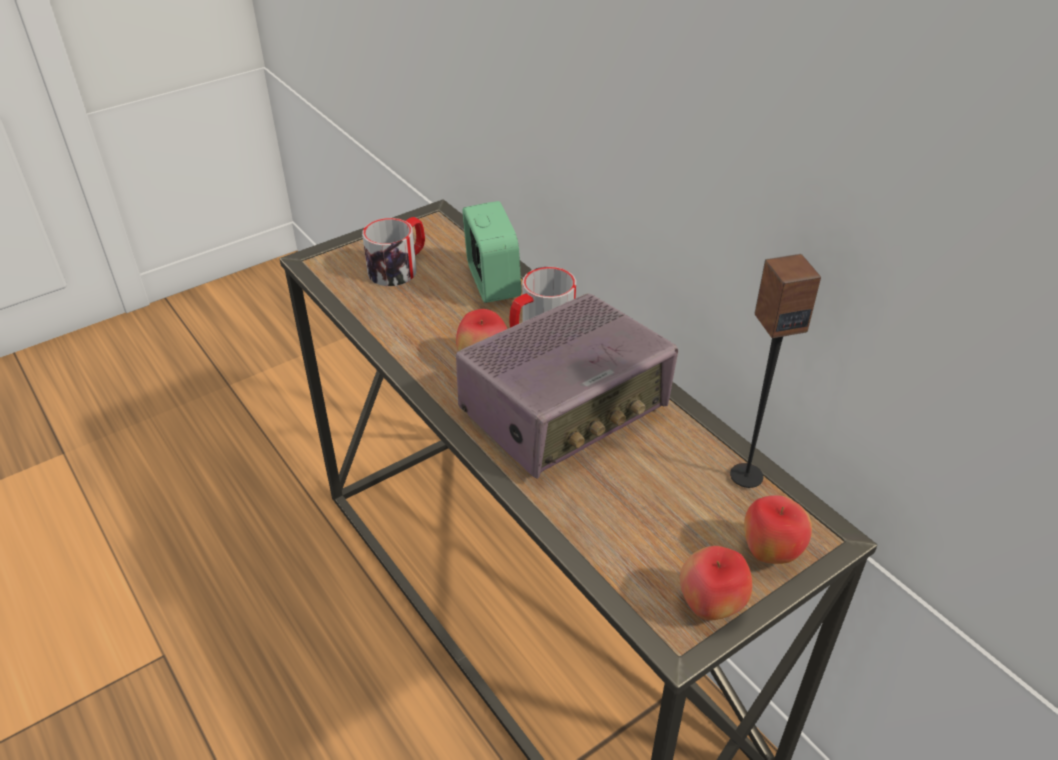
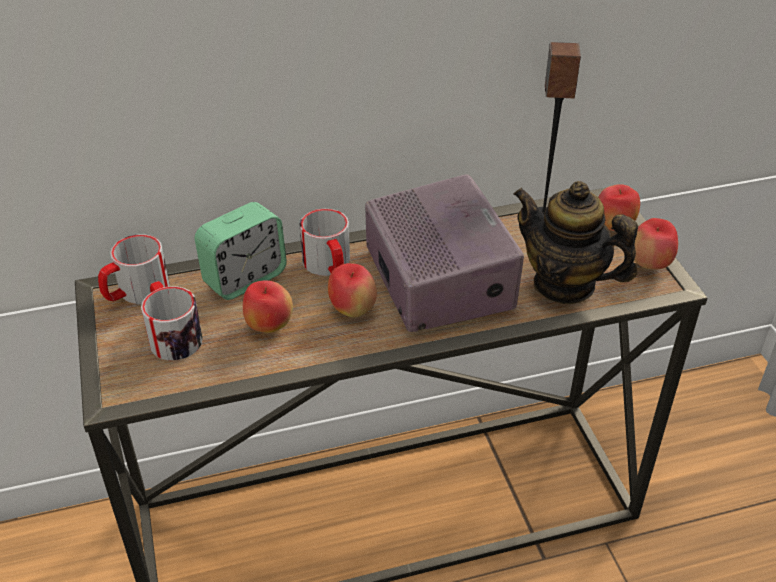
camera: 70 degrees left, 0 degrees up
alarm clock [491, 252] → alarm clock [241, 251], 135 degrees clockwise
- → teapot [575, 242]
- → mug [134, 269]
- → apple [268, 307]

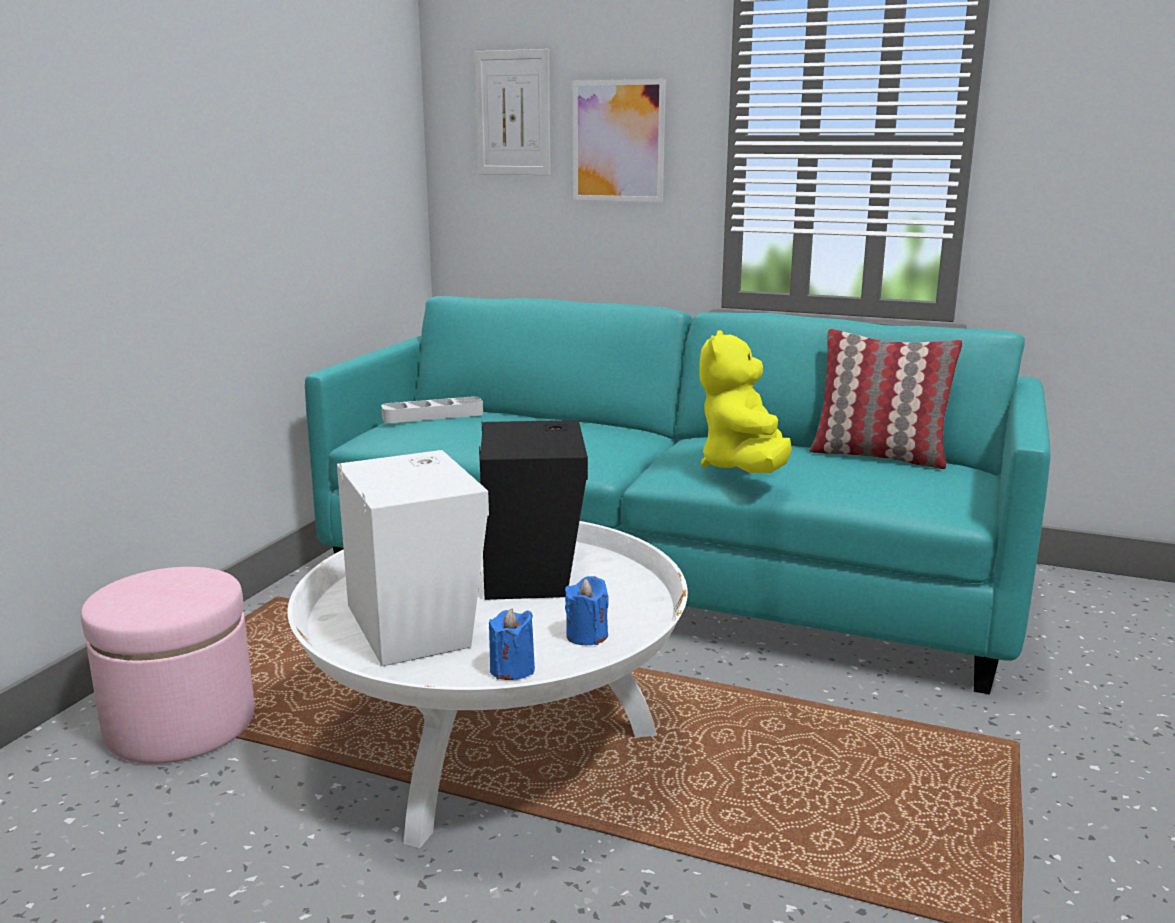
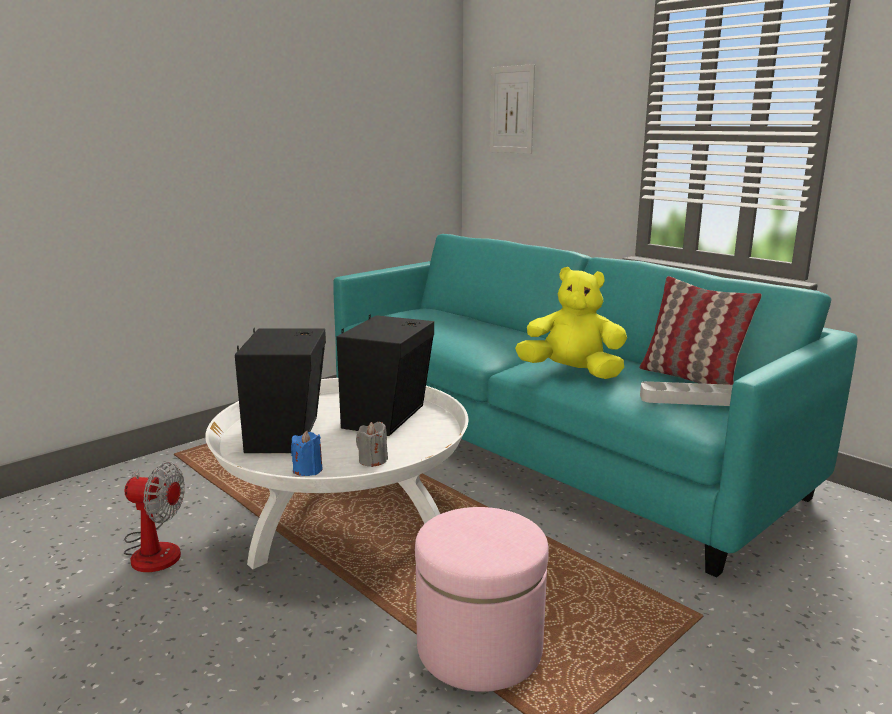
camera: 25 degrees right, 0 degrees up
picture [619, 140] → -
plush toy in yellow [746, 402] → plush toy in yellow [571, 323], 75 degrees clockwise
tray in grey [432, 410] → tray in grey [686, 393], moved
speaker in white [413, 558] → speaker in black [280, 390]
ottoman in pink [168, 665] → ottoman in pink [482, 599], moved
candle in blue [587, 610] → candle in grey [372, 444]
- → fan [154, 517]

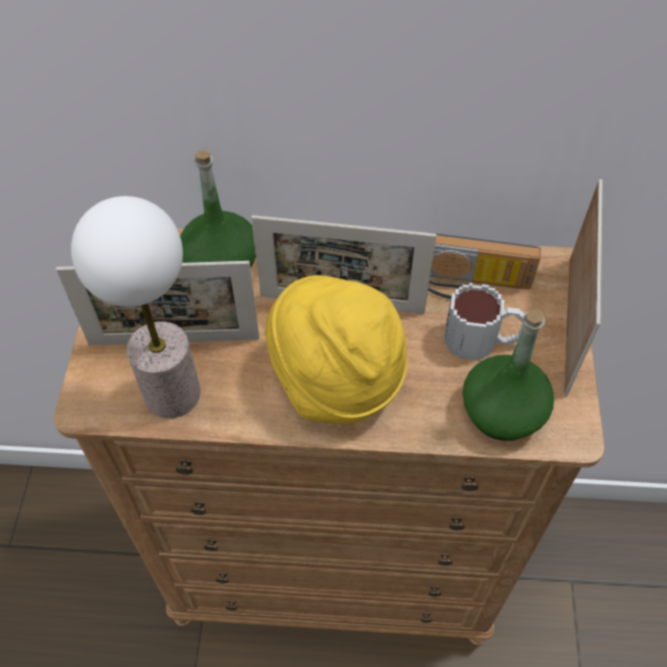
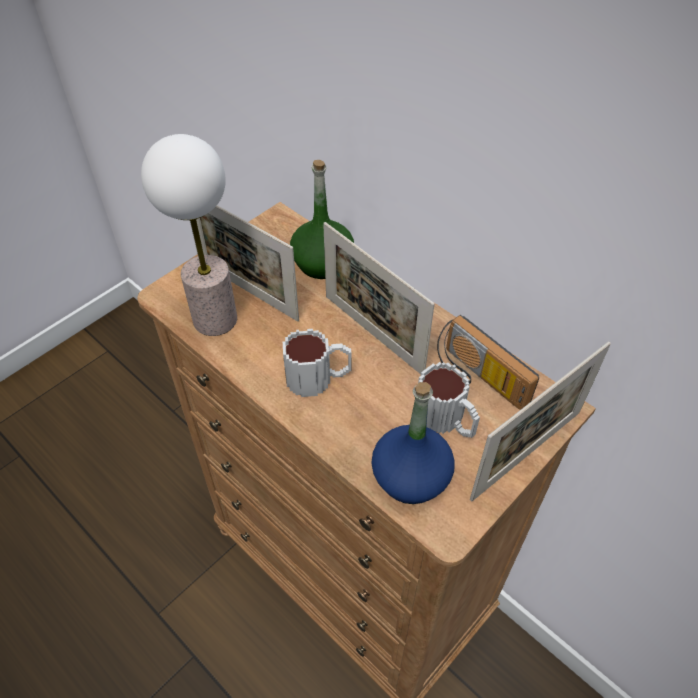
camera: 40 degrees right, 5 degrees down
hat in yellow [336, 349] → mug [317, 363]
bottle in green [508, 375] → bottle in blue [413, 443]

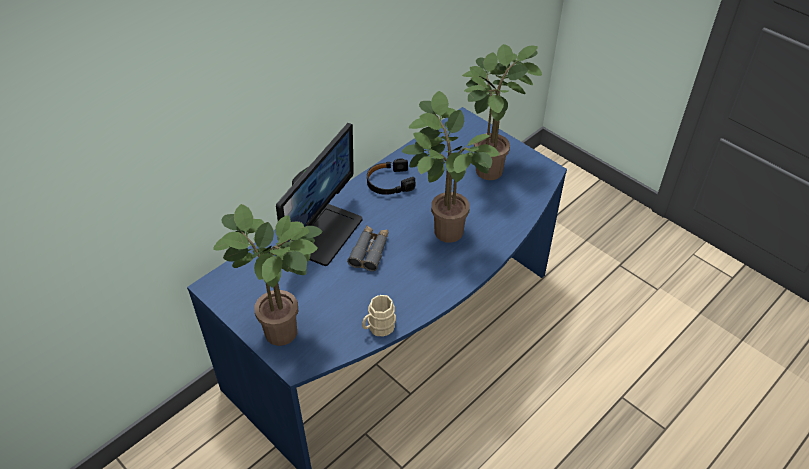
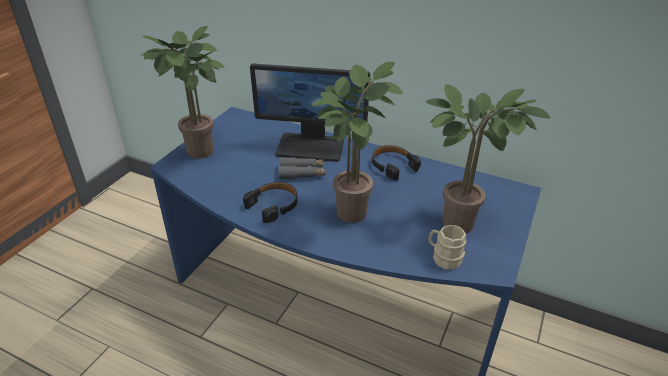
camera: 70 degrees right, 10 degrees down
mug in beige [379, 315] → mug in beige [447, 247], moved
- → headphones in black [270, 202]

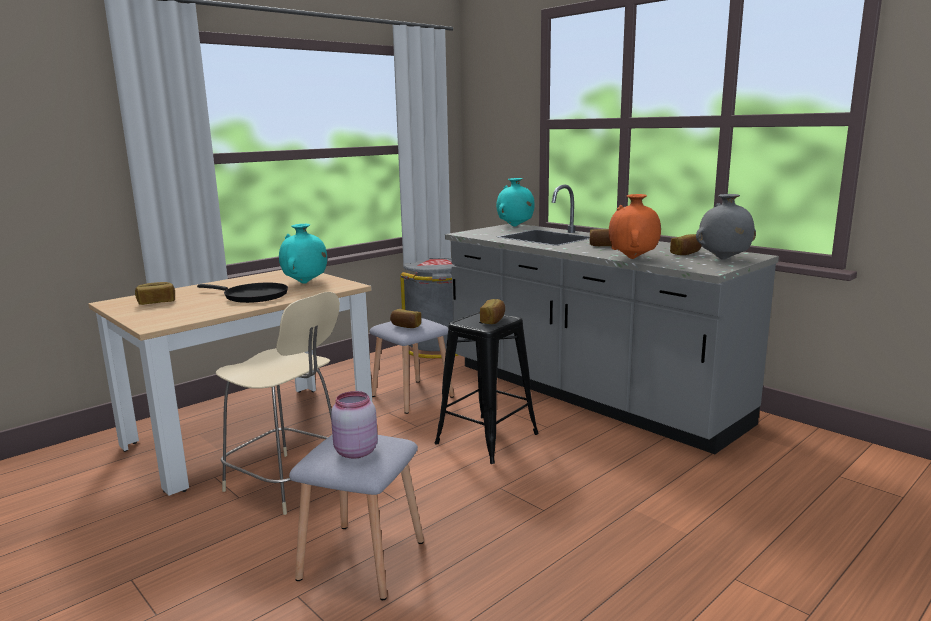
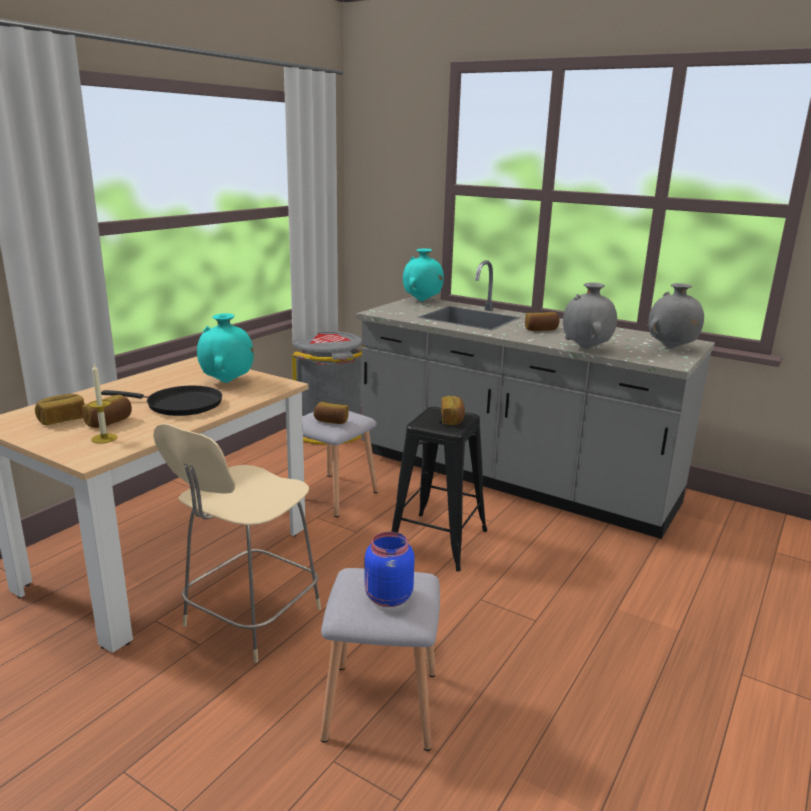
camera: 15 degrees left, 5 degrees up
vase in orange [635, 226] → vase in grey [590, 316]
bread [686, 244] → bread [107, 411], moved
chair in beige [278, 403] → chair in beige [237, 543], 105 degrees clockwise
jar in pink [354, 424] → jar in blue [389, 569]
- → candle [102, 404]

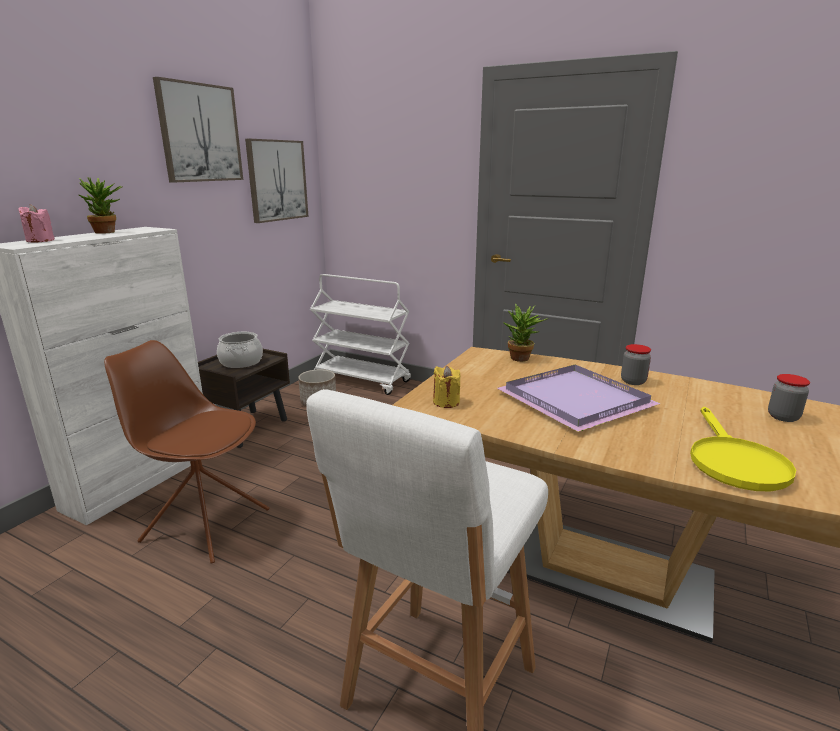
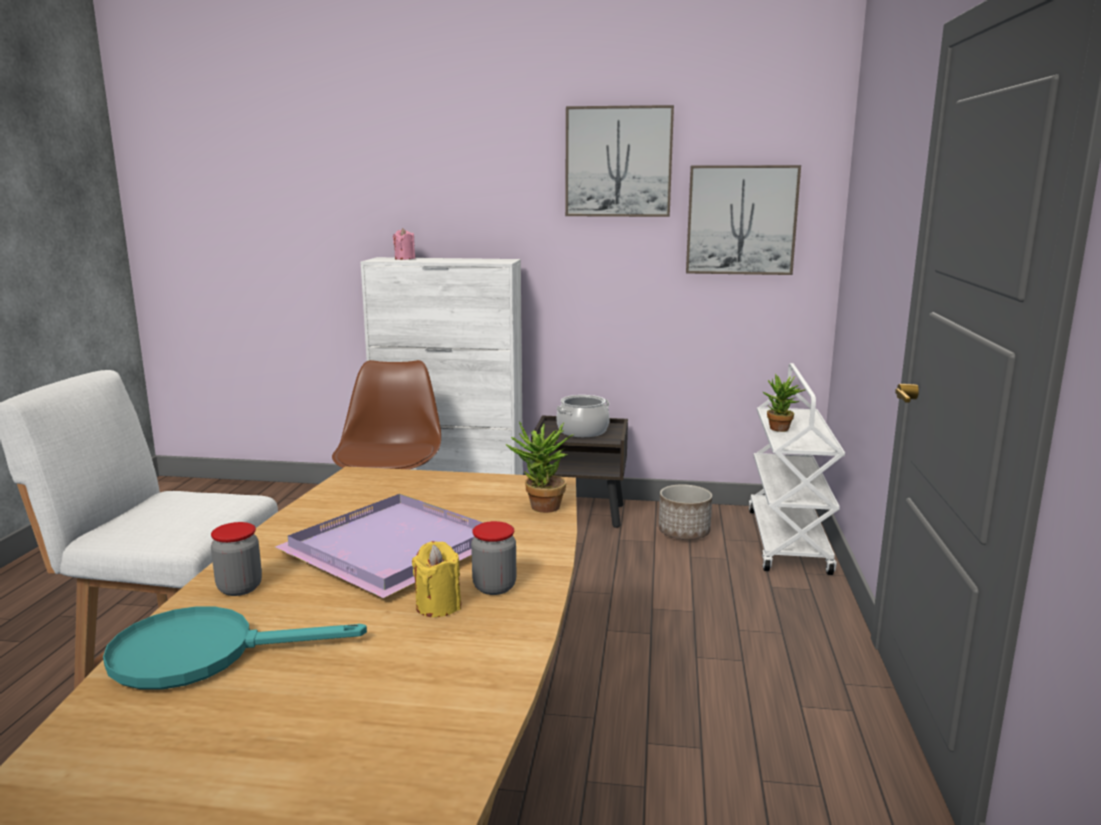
camera: 70 degrees right, 5 degrees down
potted plant [100, 205] → potted plant [783, 403], moved
candle in yellow [446, 387] → candle in yellow [436, 579], moved
jar [789, 398] → jar [236, 559], moved
frying pan in yellow [743, 449] → frying pan in turquoise [235, 648]

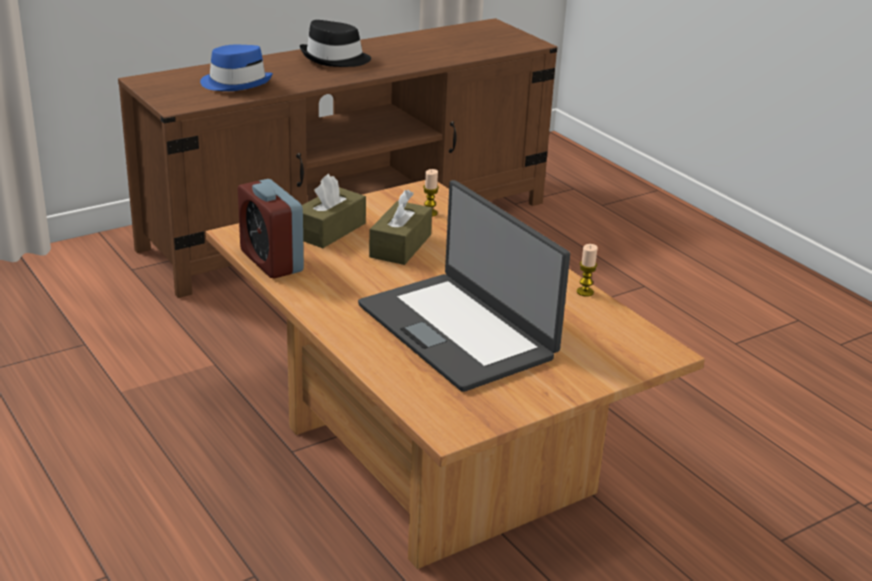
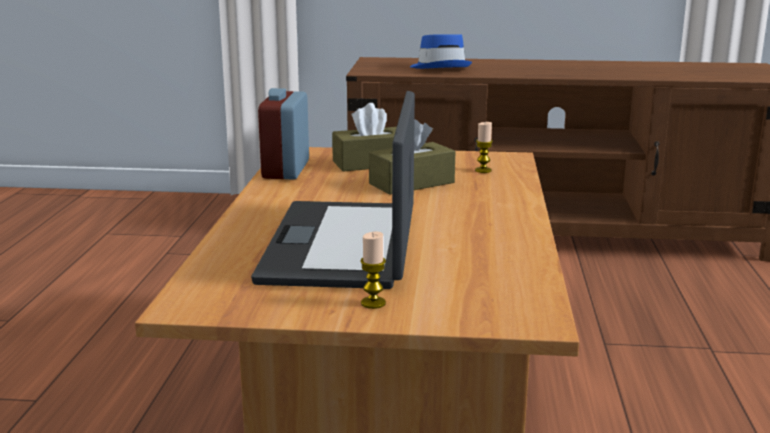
camera: 40 degrees right, 10 degrees down
hat in black [335, 43] → -
candle [587, 270] → candle [373, 270], moved

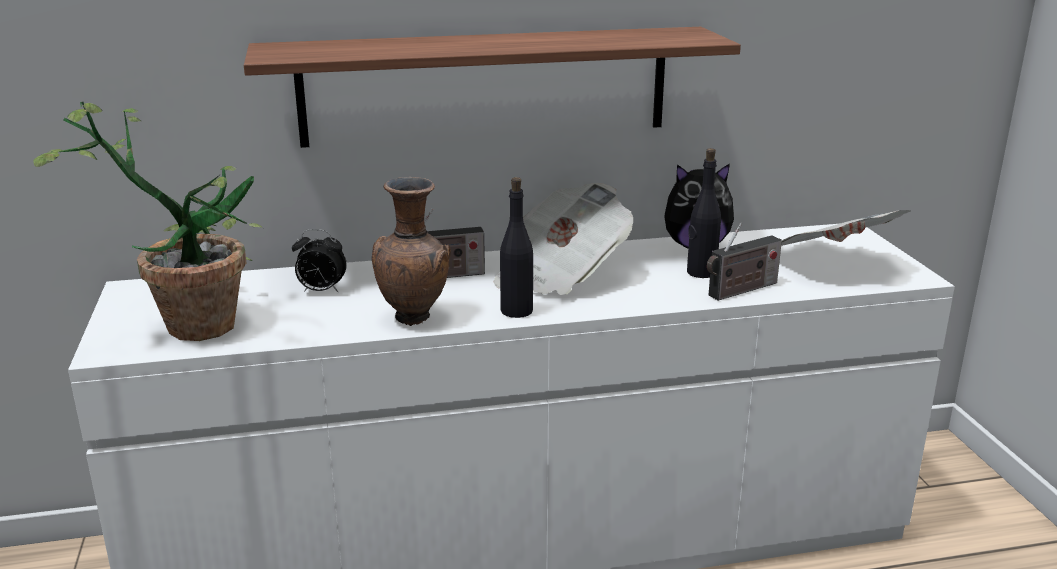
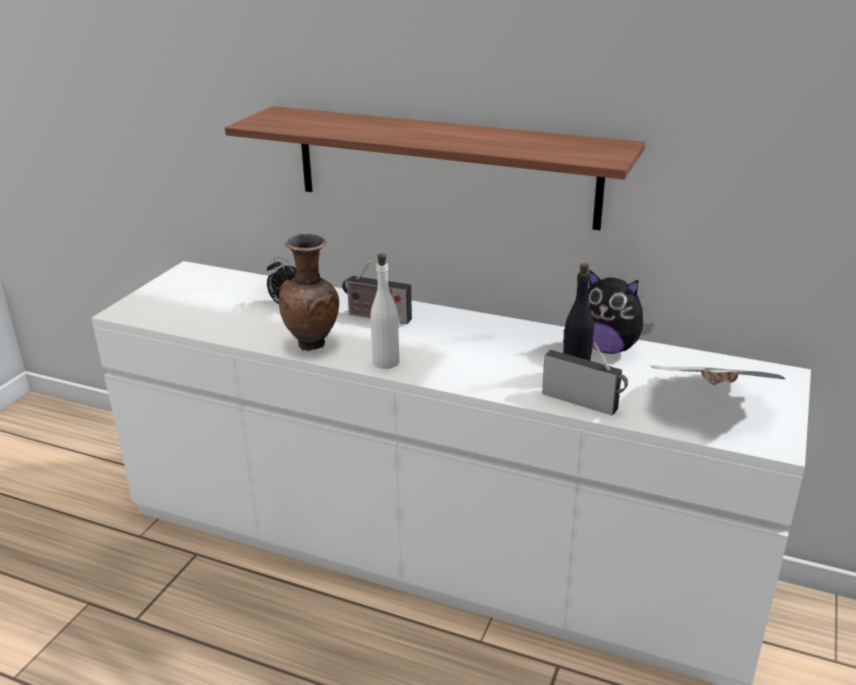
camera: 35 degrees right, 5 degrees up
potted plant [148, 221] → -
bottle in black [516, 247] → bottle in white [384, 311]
newspaper [563, 239] → -
radio [744, 261] → radio [585, 379], 150 degrees counterclockwise

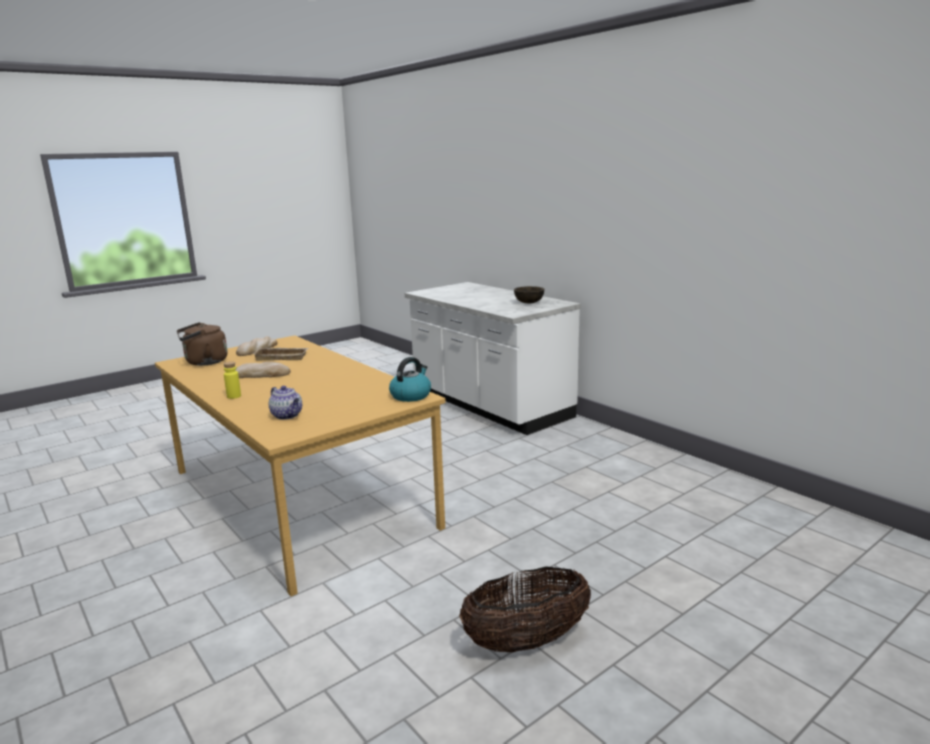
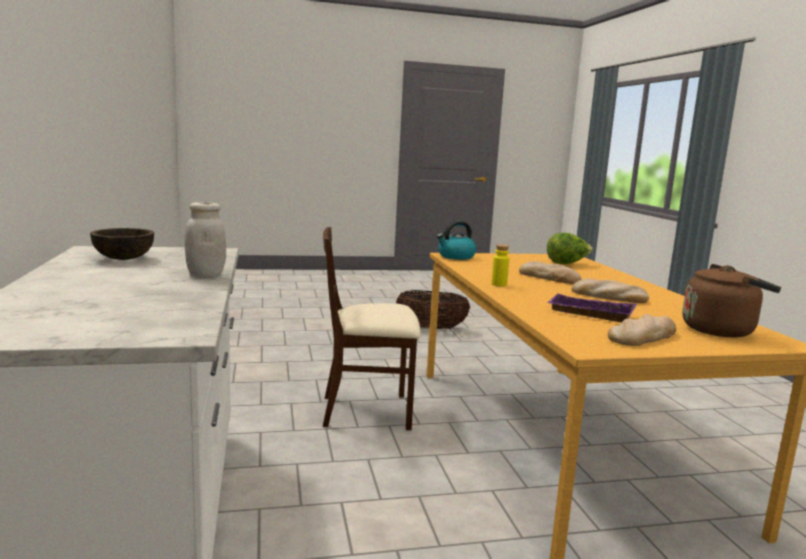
camera: 155 degrees left, 5 degrees down
tray in beige [280, 354] → tray in purple [591, 308]
bottle in yellow [232, 380] → bottle in yellow [500, 265], moved
teapot [285, 403] → lettuce [570, 248]
- → jar in white [205, 240]
- → chair in beige [372, 328]
- → bread [550, 272]

